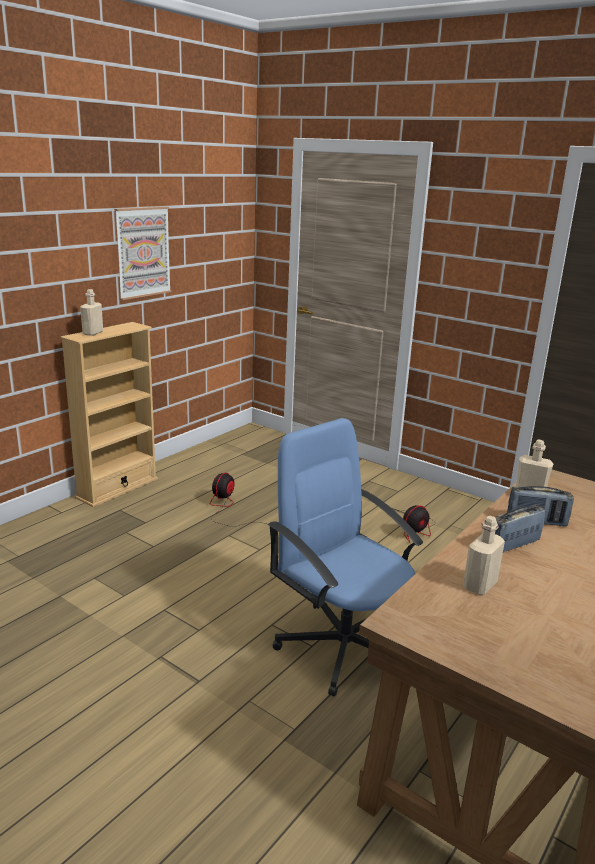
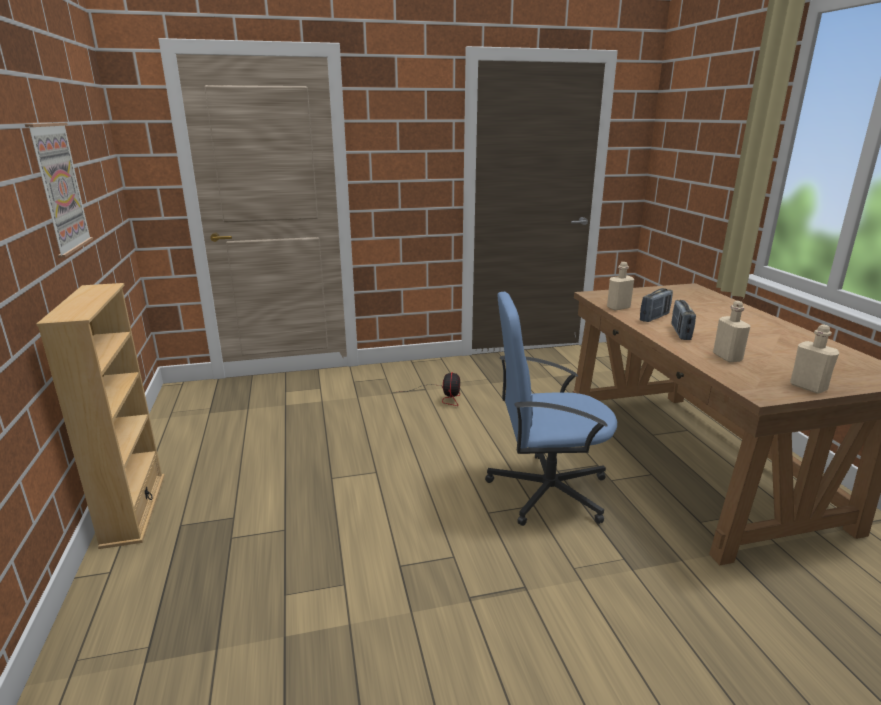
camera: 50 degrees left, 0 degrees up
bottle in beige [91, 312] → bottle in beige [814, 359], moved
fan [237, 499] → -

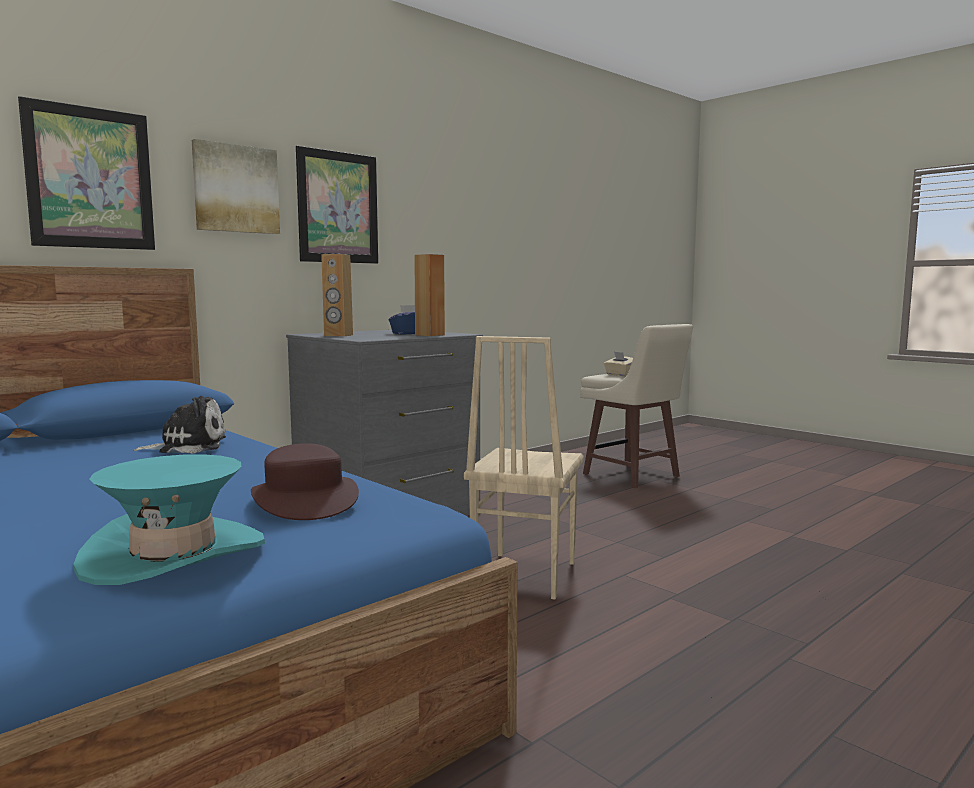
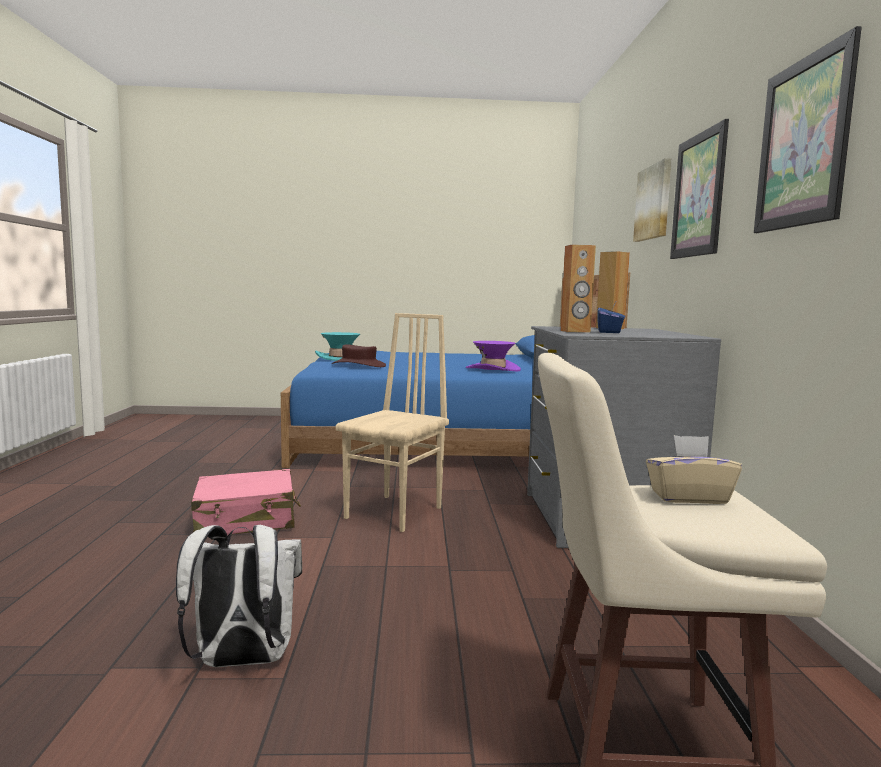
camera: 130 degrees right, 0 degrees up
picture [86, 173] → picture [808, 129], moved
chair in beige [524, 467] → chair in beige [392, 422], 60 degrees clockwise
plush toy [180, 425] → hat in purple [493, 356]
- → suitcase in pink [246, 502]
- → backpack in white [239, 596]

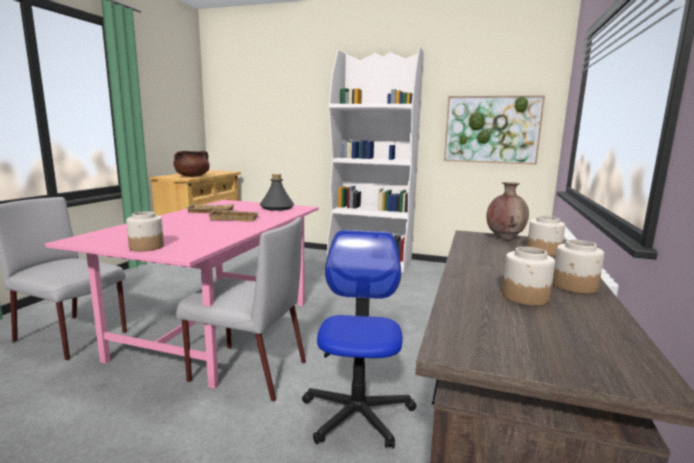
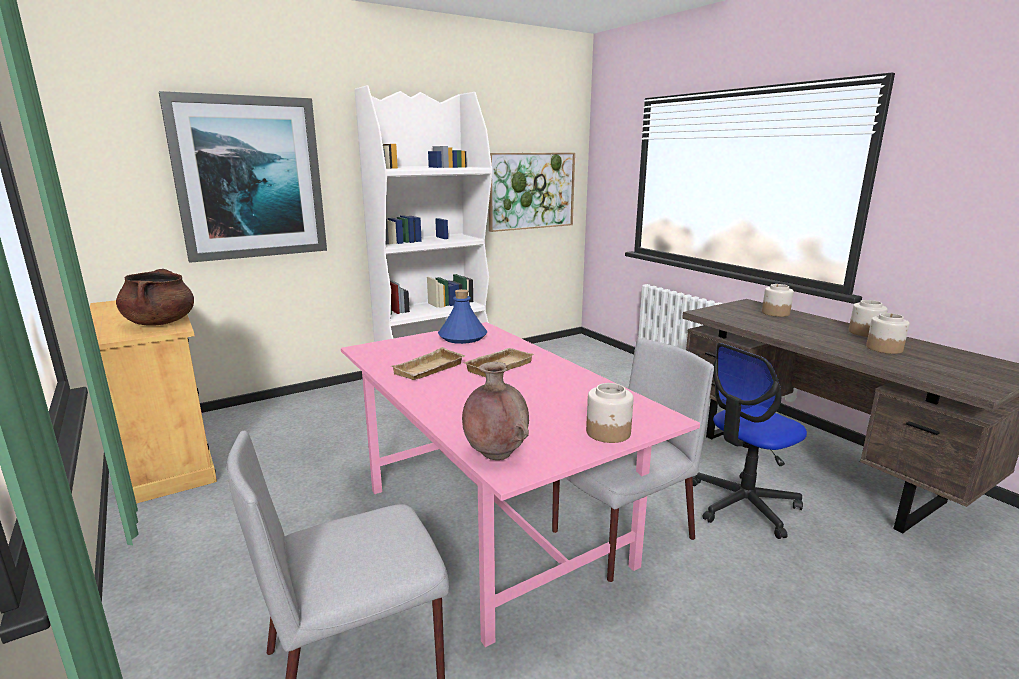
camera: 50 degrees left, 5 degrees up
bottle in grey [277, 192] → bottle in blue [462, 316]
vase in brown [507, 211] → vase in brown [495, 411], moved
office chair [359, 339] → office chair [749, 441], 75 degrees counterclockwise
- → picture [243, 177]

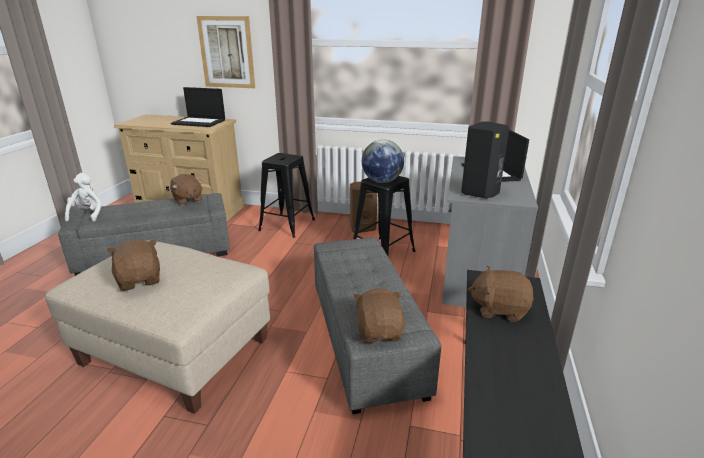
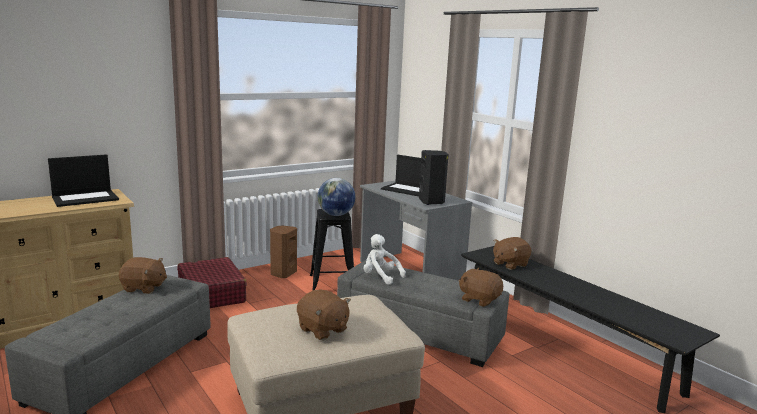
camera: 50 degrees left, 10 degrees down
picture [225, 52] → -
stool in black [286, 195] → suitcase in red [212, 282]
plush toy in white [83, 197] → plush toy in white [384, 259], moved
plush toy in brown [133, 265] → plush toy in brown [324, 314], 150 degrees counterclockwise

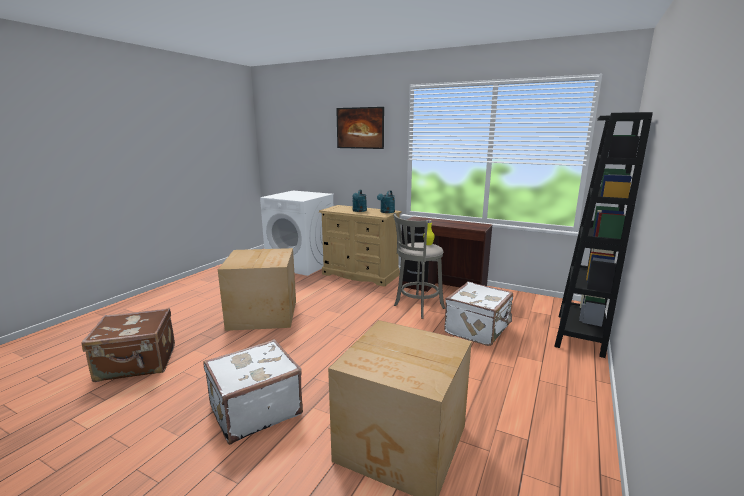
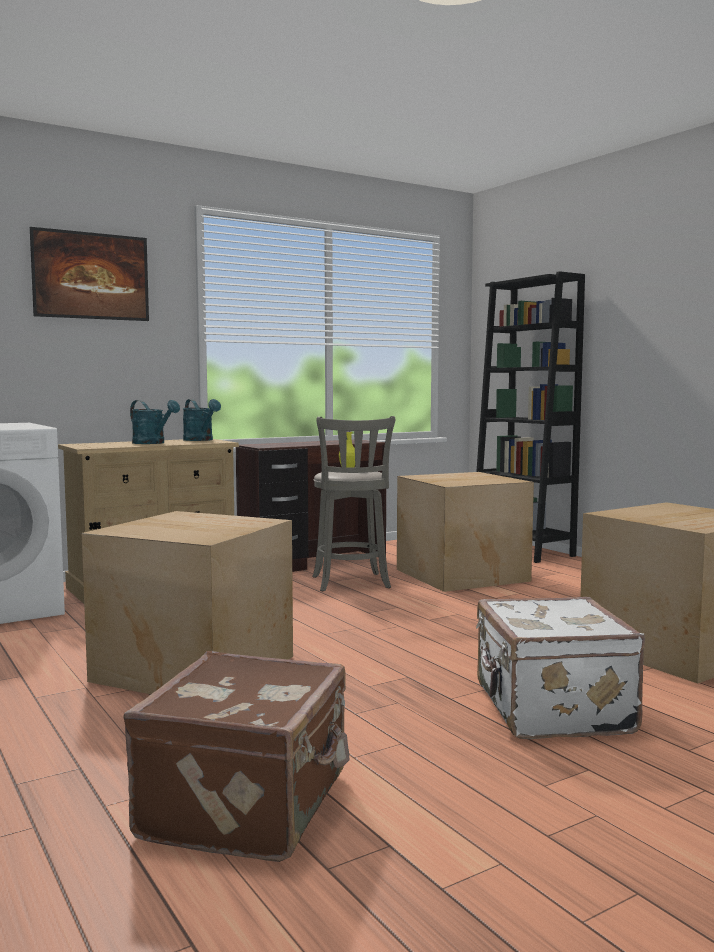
camera: 60 degrees left, 10 degrees down
suitcase in white [478, 314] → cardboard box [465, 532]

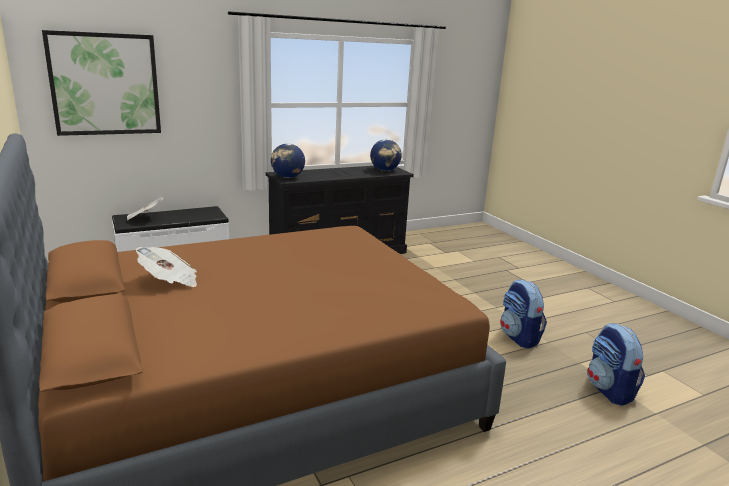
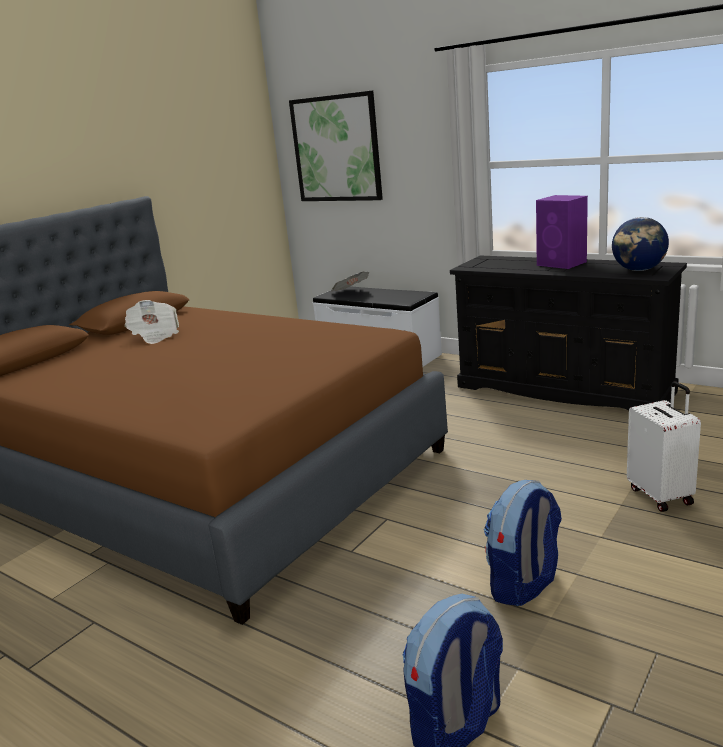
camera: 65 degrees right, 0 degrees up
globe [288, 160] → -
- → speaker in purple [562, 232]
- → suitcase in white [664, 446]

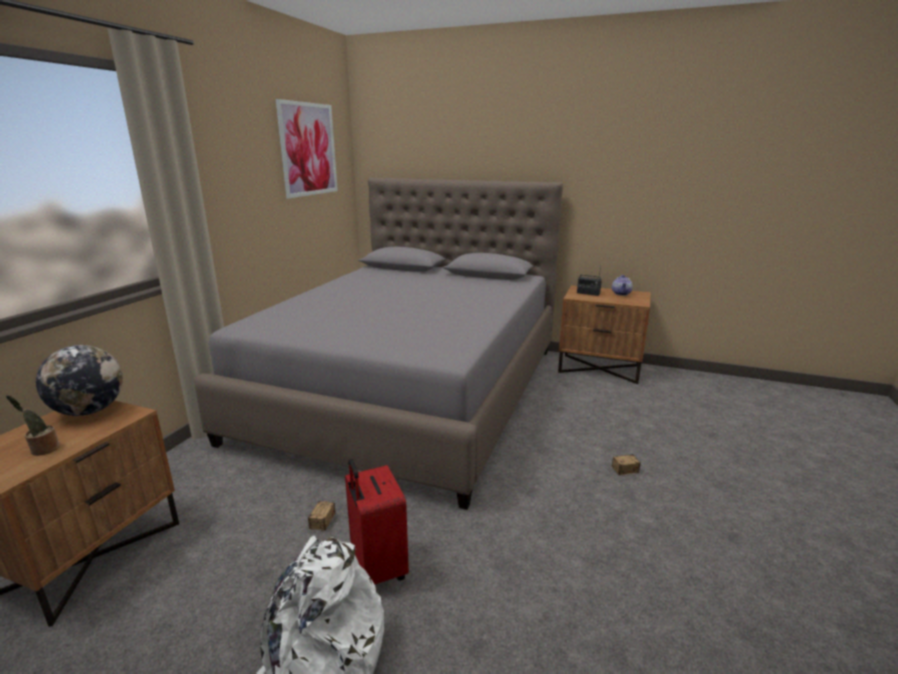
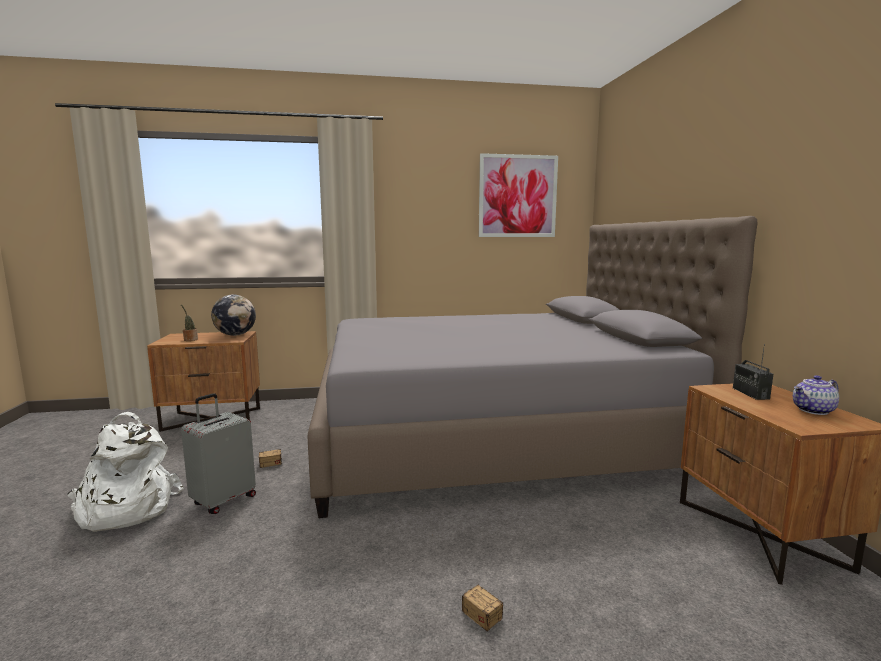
camera: 60 degrees right, 10 degrees down
suitcase in red [377, 521] → suitcase in grey [218, 453]

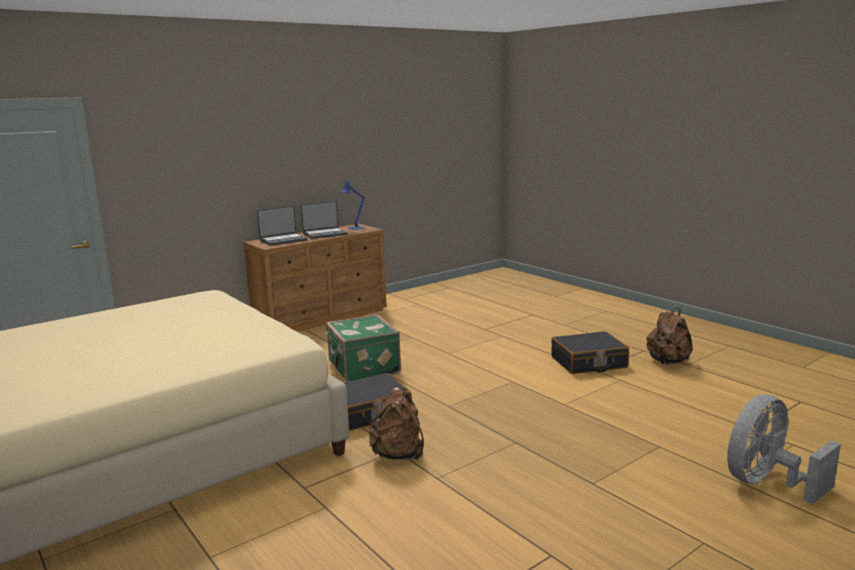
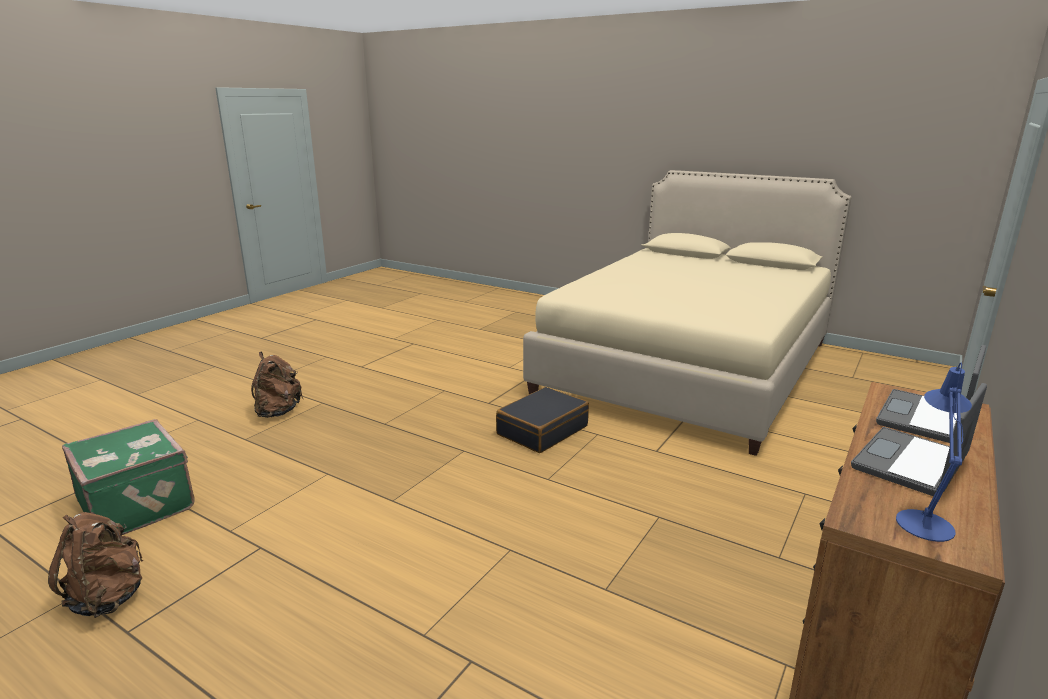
camera: 160 degrees right, 5 degrees up
suitcase in green [363, 348] → suitcase in green [128, 477], moved
suitcase in black [590, 352] → -
backpack in brown [396, 423] → backpack in brown [277, 385], moved
fan in grey [784, 449] → -

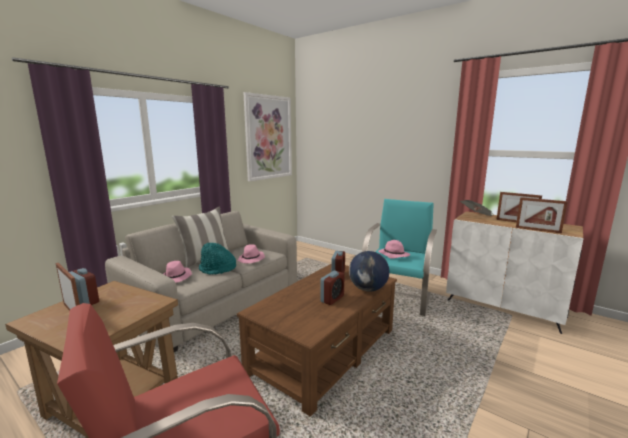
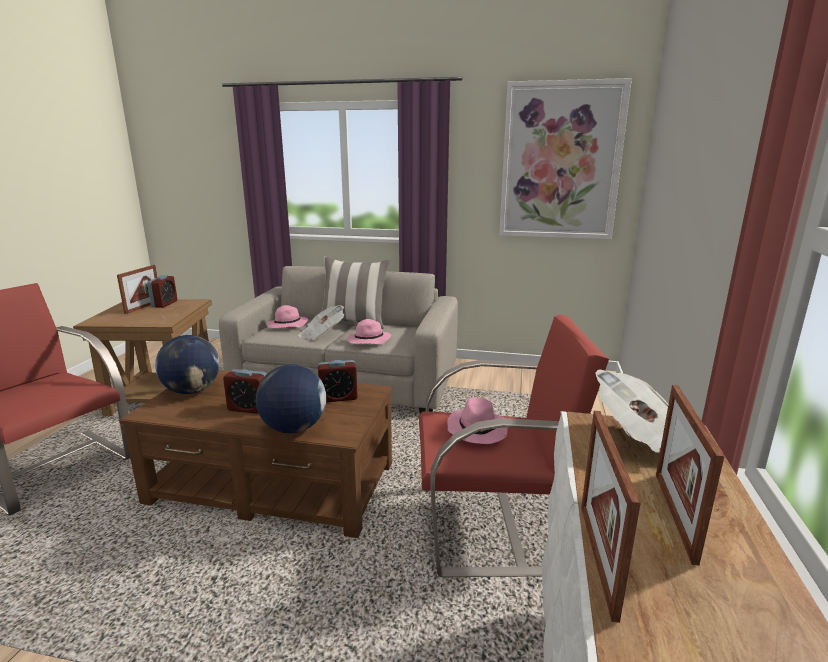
camera: 65 degrees right, 5 degrees up
armchair in turquoise [399, 257] → armchair in red [514, 445]
hat in turquoise [217, 259] → newspaper [321, 322]
- → globe [187, 364]

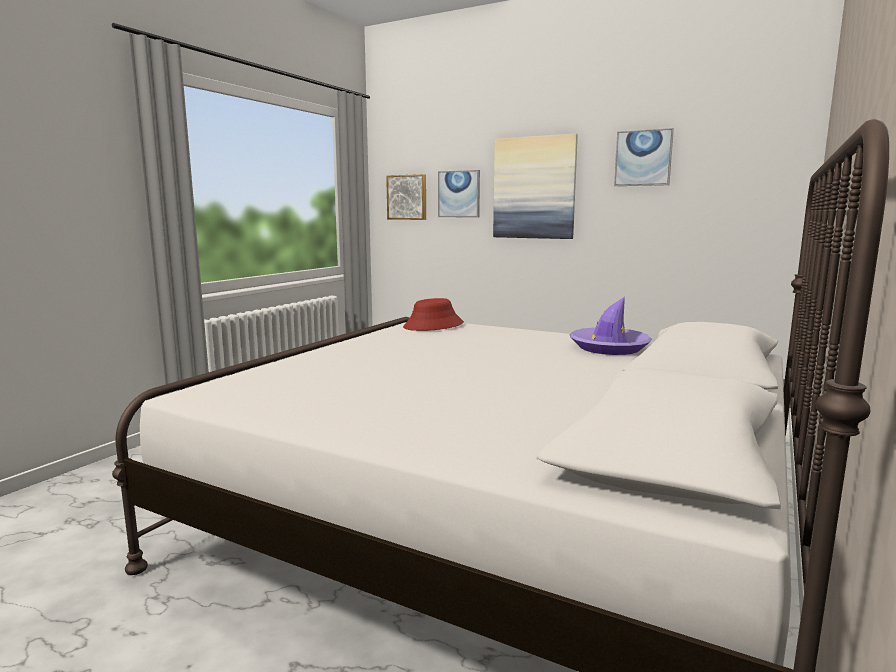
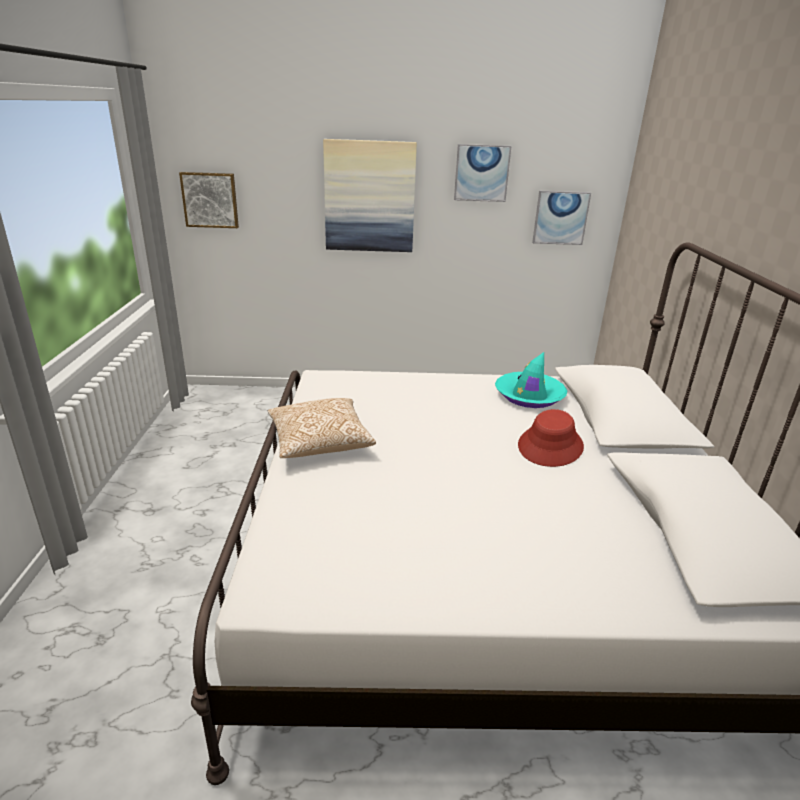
camera: 30 degrees left, 15 degrees up
picture [459, 193] → picture [561, 218], moved
hat in purple [610, 326] → hat in turquoise [531, 380]
hat in red [433, 314] → hat in red [551, 438], moved
- → pillow [322, 428]

